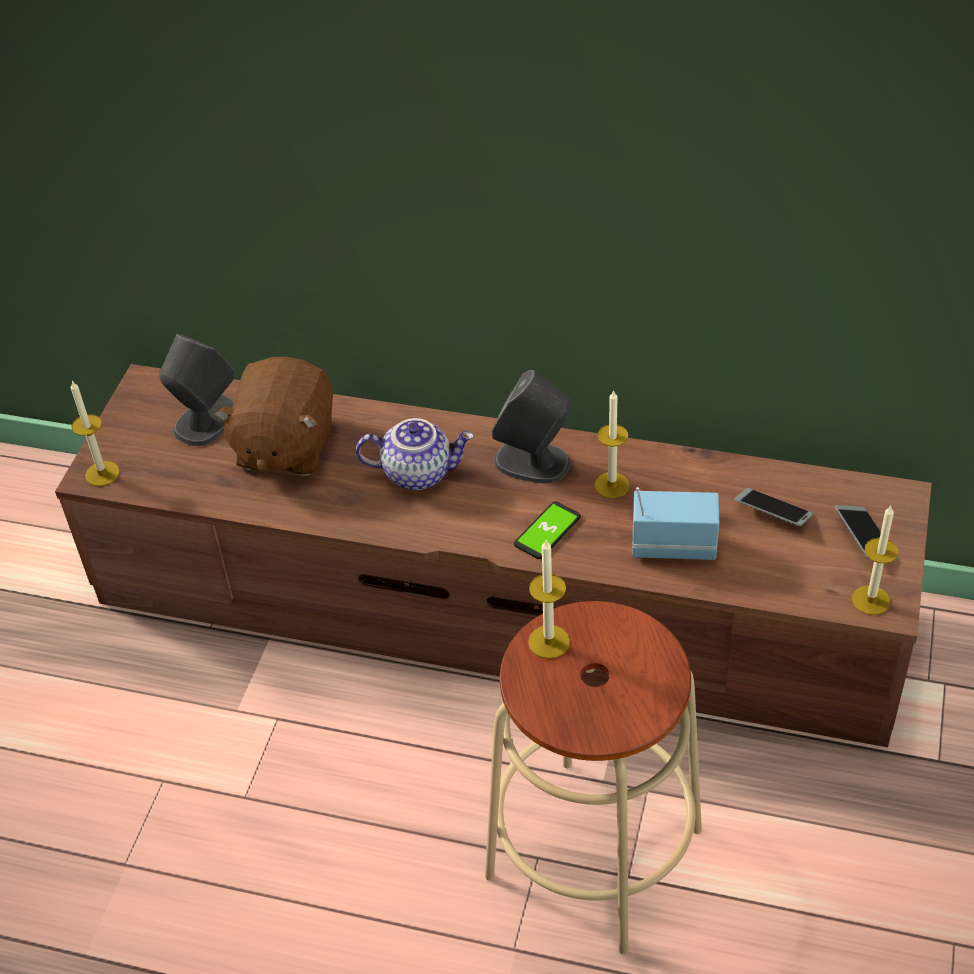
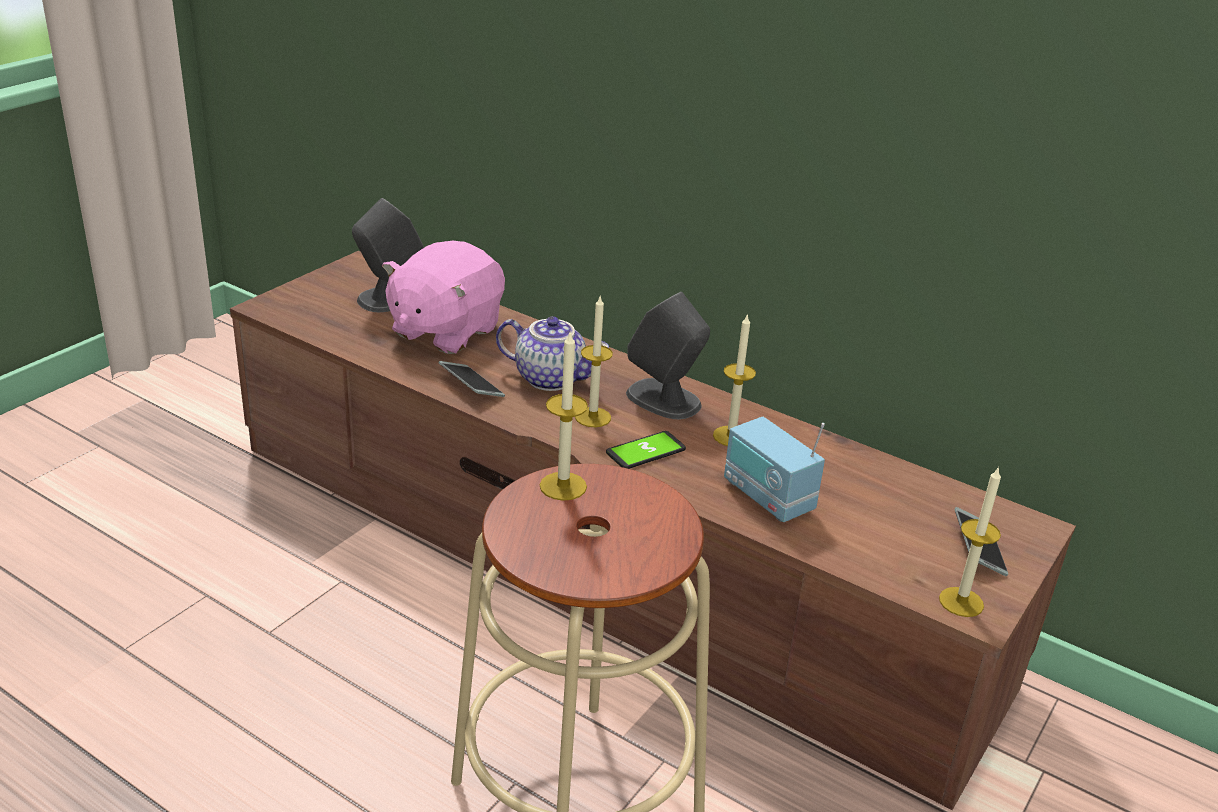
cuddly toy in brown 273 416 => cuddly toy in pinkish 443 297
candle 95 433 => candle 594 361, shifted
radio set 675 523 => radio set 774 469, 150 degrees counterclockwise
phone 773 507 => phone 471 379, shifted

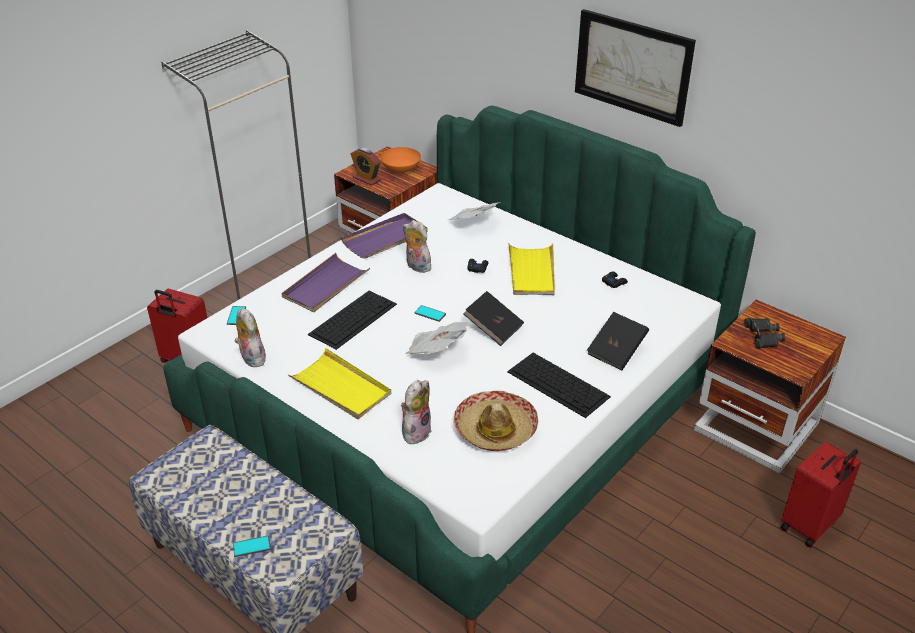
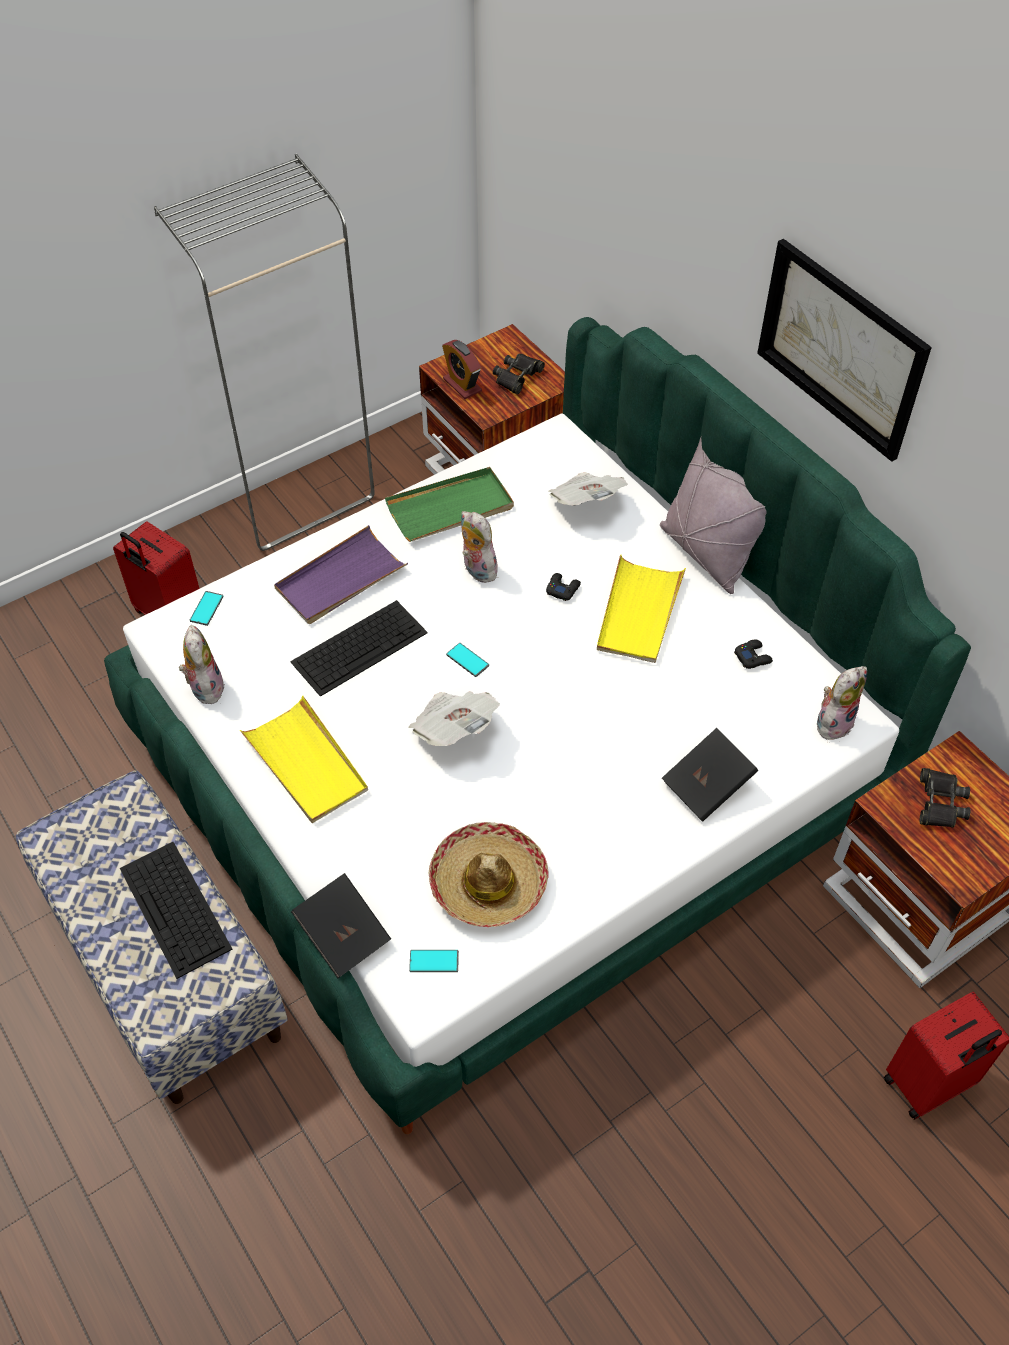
deep dish in orange 400 160 => field glasses in black 519 373
serving tray in purple 384 236 => serving tray in green-coloured 449 504
bound book in black 493 318 => bound book in black 341 925, shifted
keyboard 559 385 => keyboard 176 910, shifted
cuddly toy 416 412 => cuddly toy 842 703, shifted
phone 252 546 => phone 434 961, shifted
nothing => throw pillow in purple 713 515

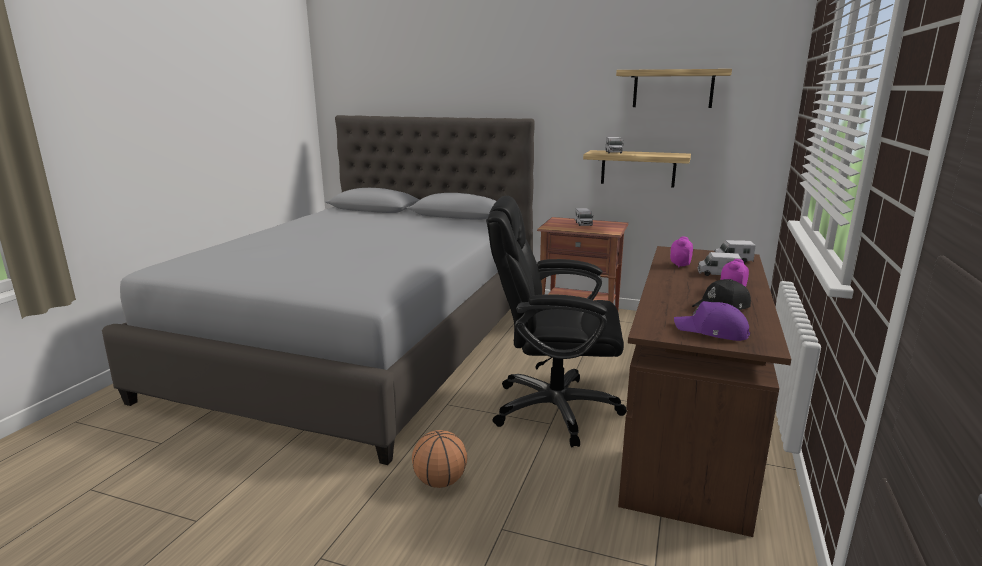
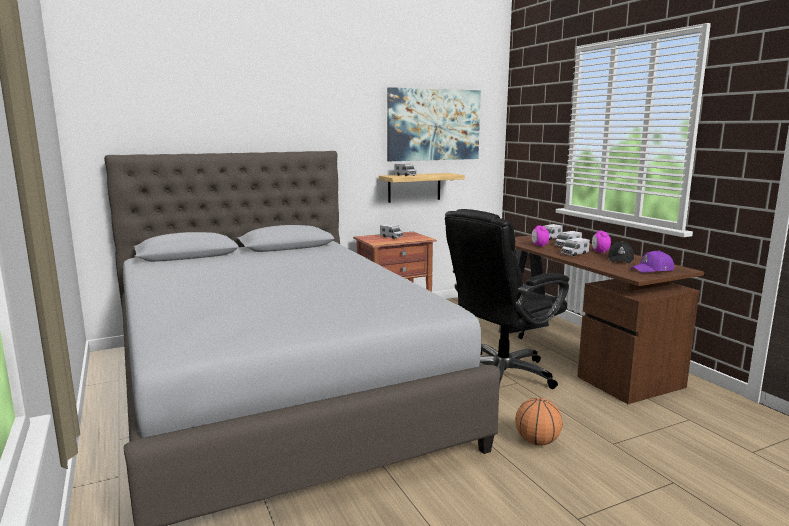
bracket shelf 674 88 => wall picture 434 124
nothing => toy lorry 575 247

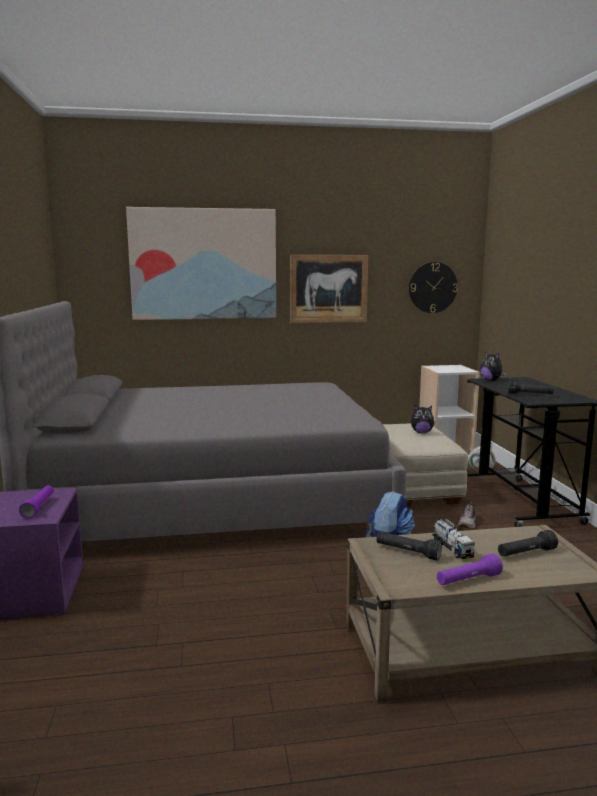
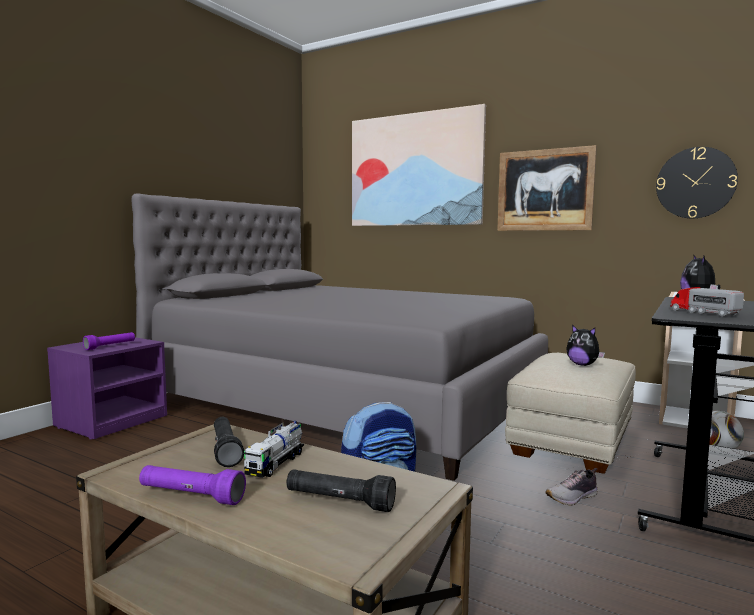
flashlight in black 531 387 => toy lorry 707 302

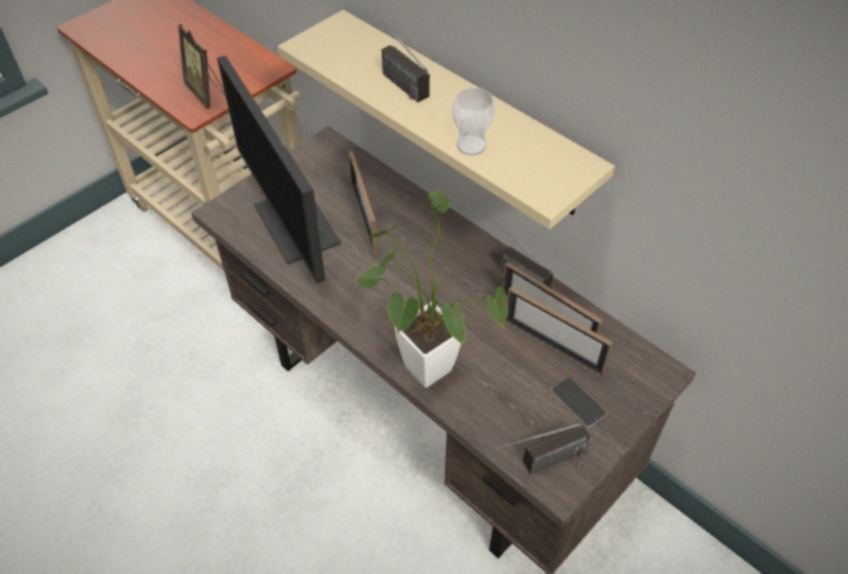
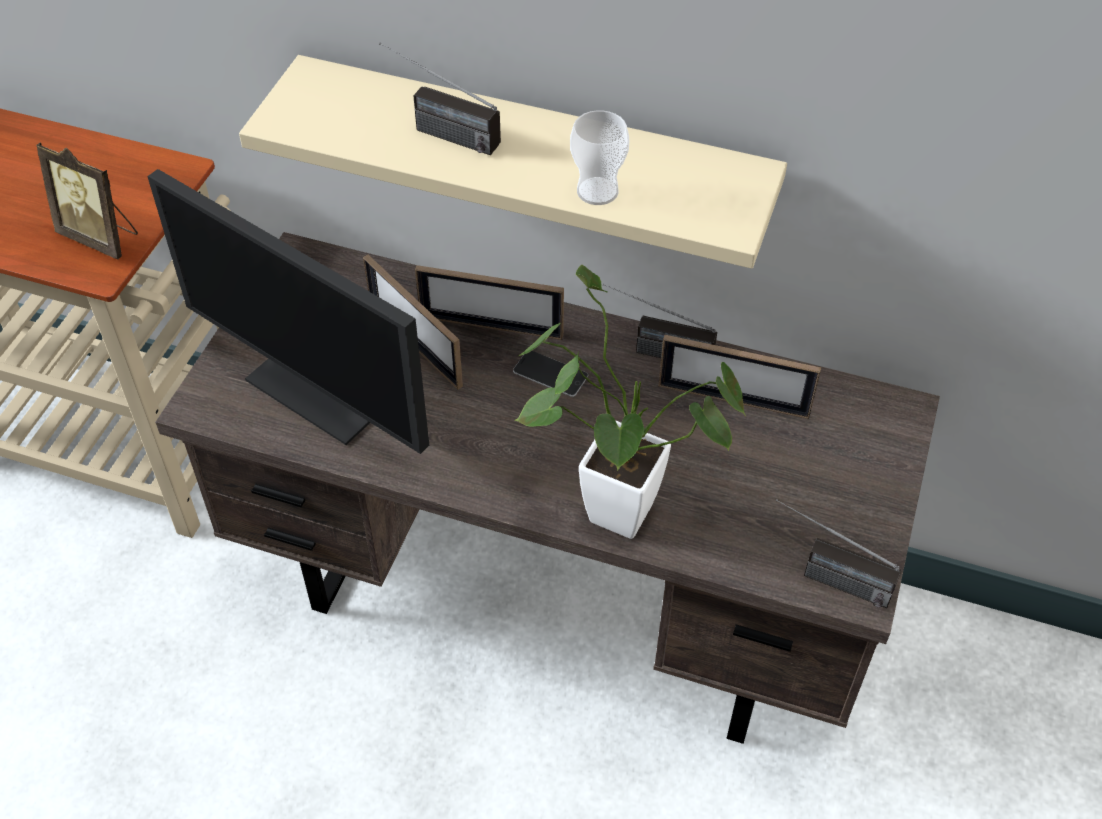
picture frame 559 331 => picture frame 489 302, shifted
phone 579 402 => phone 550 374, shifted
radio set 543 448 => radio set 838 553, 75 degrees clockwise

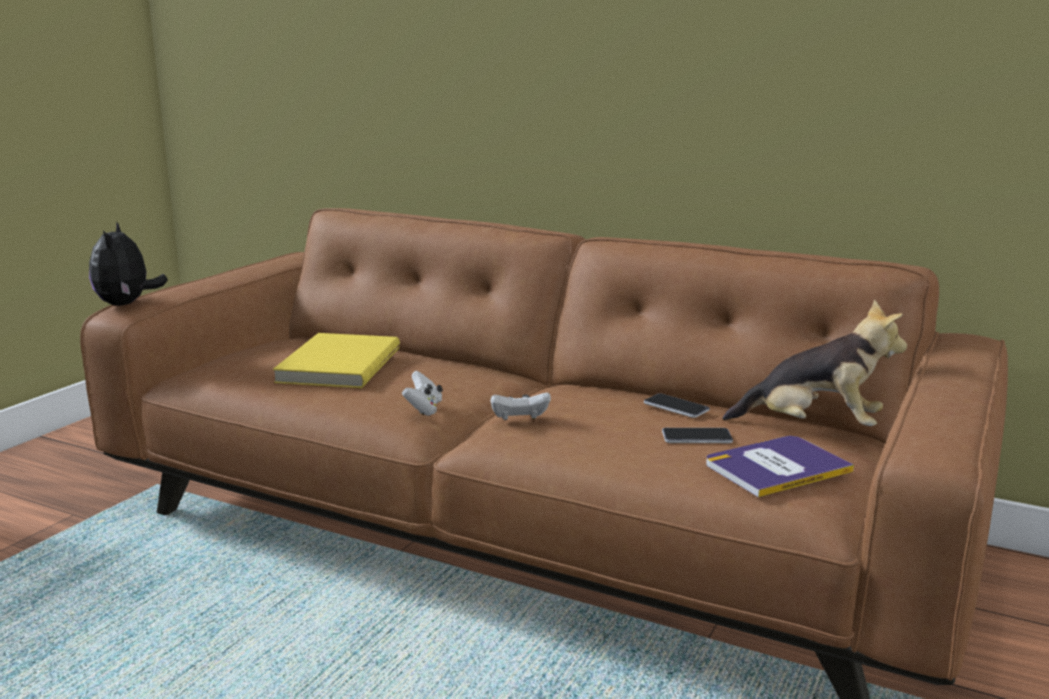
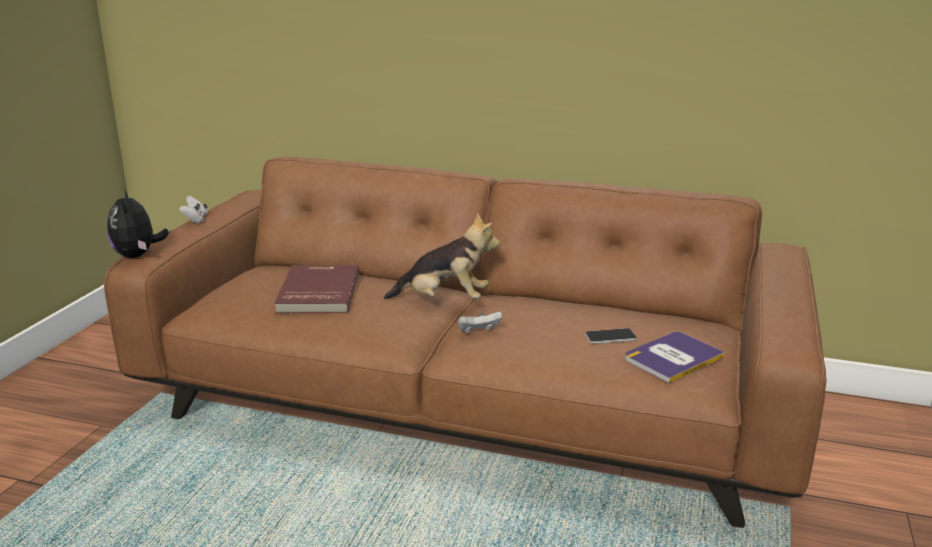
cuddly toy 814 363 => cuddly toy 442 256, shifted
bound book in yellow 336 360 => bound book in reddish 316 289
joypad in whitish 422 393 => joypad in whitish 193 209, shifted
phone 677 405 => nothing

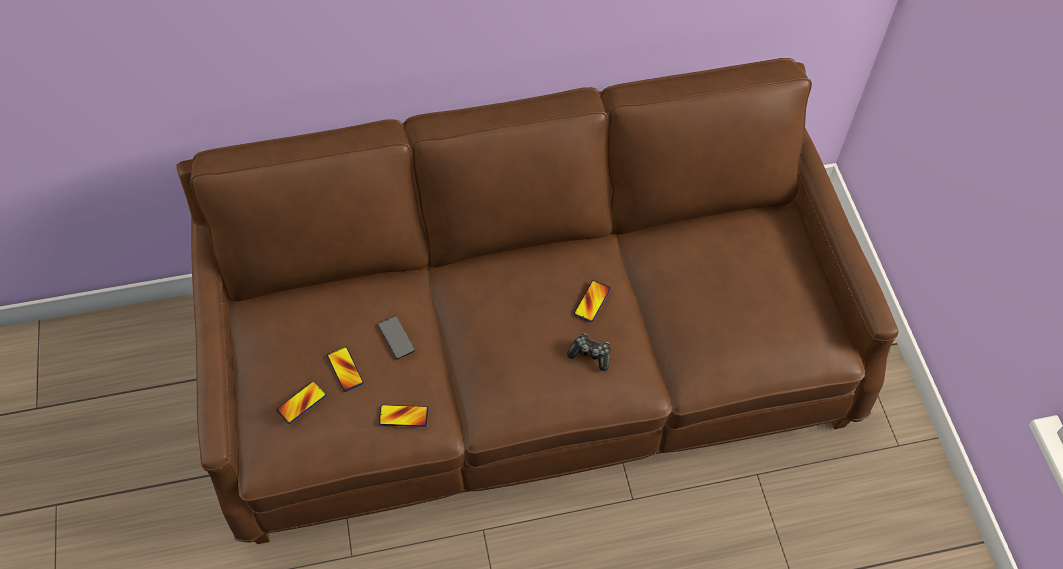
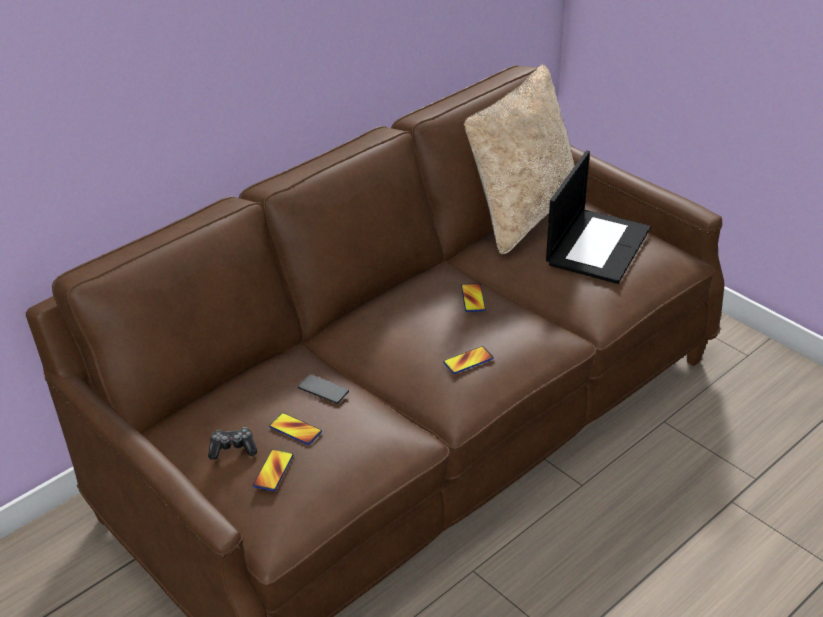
joypad 589 352 => joypad 232 443, shifted
phone 404 416 => phone 468 360, shifted
nothing => throw pillow in beige 519 159
nothing => laptop 598 217

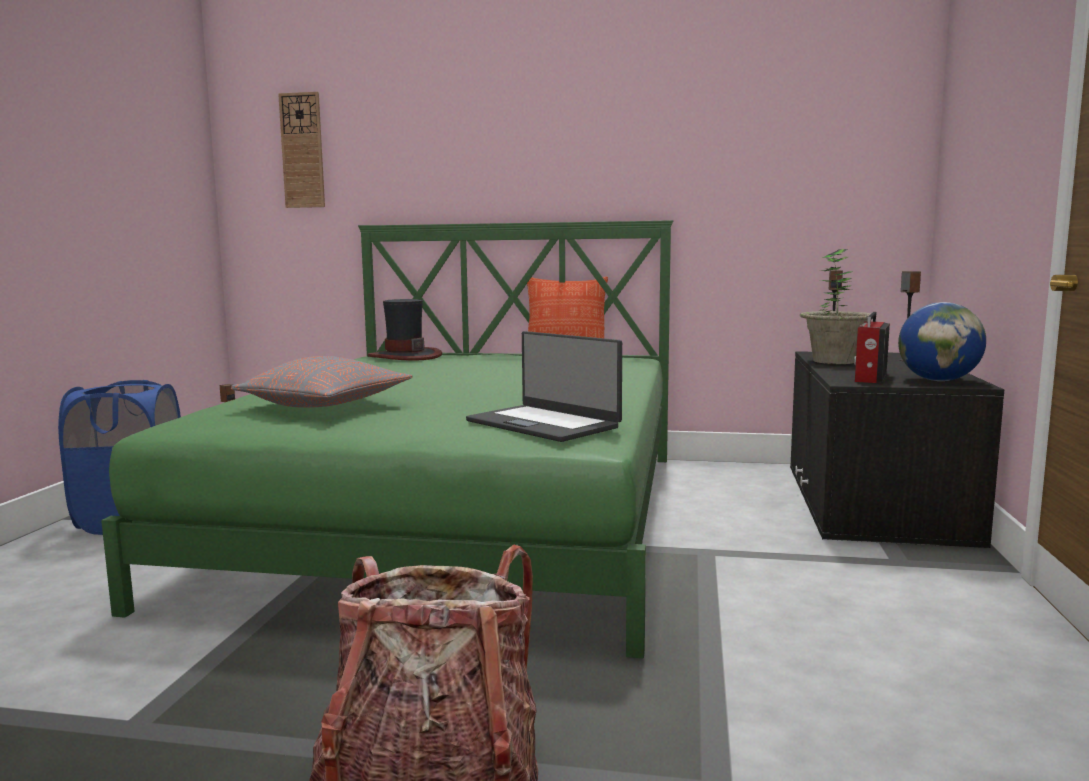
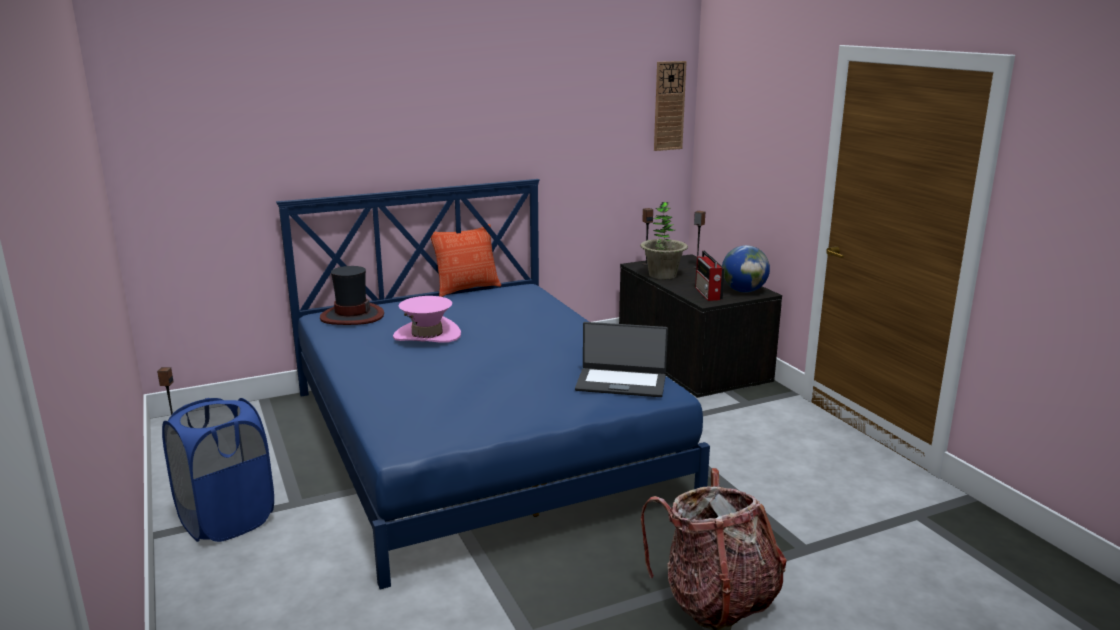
wall clock 301 150 => wall clock 670 106, shifted
sleeping bed in green-coloured 387 439 => sleeping bed in blue-coloured 493 384
throw pillow in greyish 322 382 => nothing
nothing => clothing hat in pinkish 427 319

